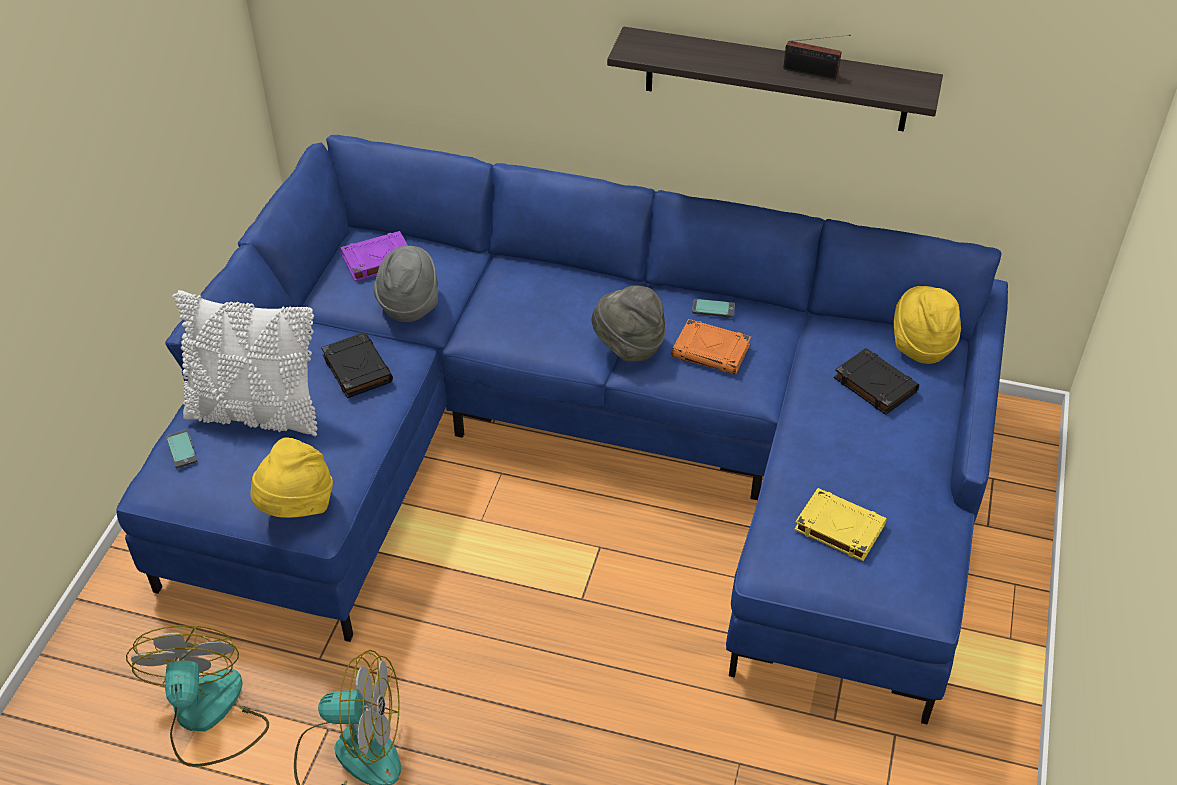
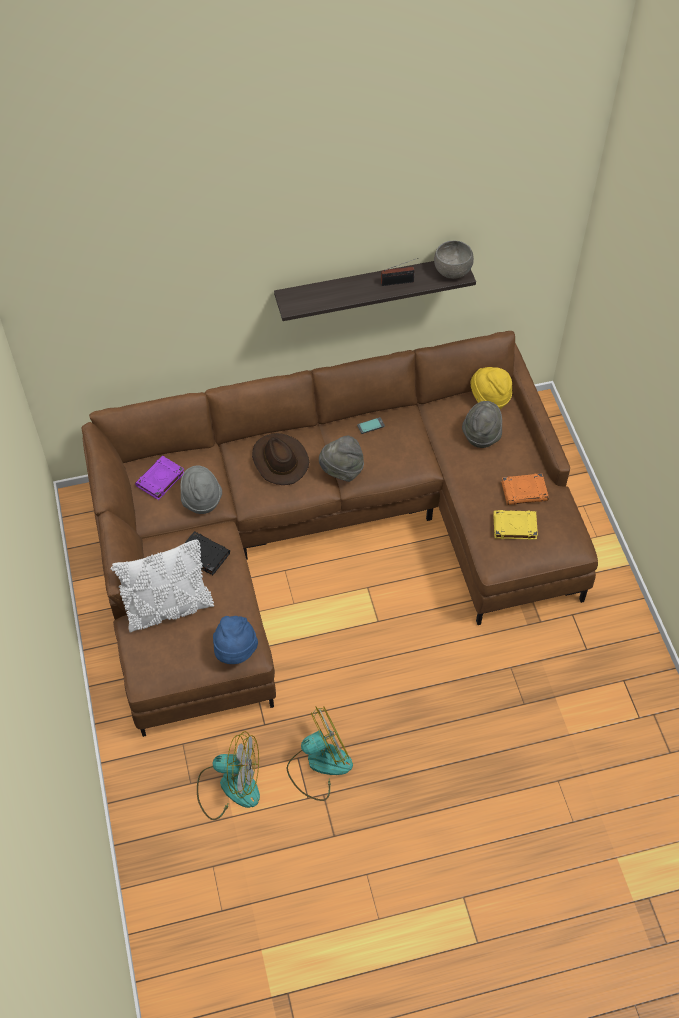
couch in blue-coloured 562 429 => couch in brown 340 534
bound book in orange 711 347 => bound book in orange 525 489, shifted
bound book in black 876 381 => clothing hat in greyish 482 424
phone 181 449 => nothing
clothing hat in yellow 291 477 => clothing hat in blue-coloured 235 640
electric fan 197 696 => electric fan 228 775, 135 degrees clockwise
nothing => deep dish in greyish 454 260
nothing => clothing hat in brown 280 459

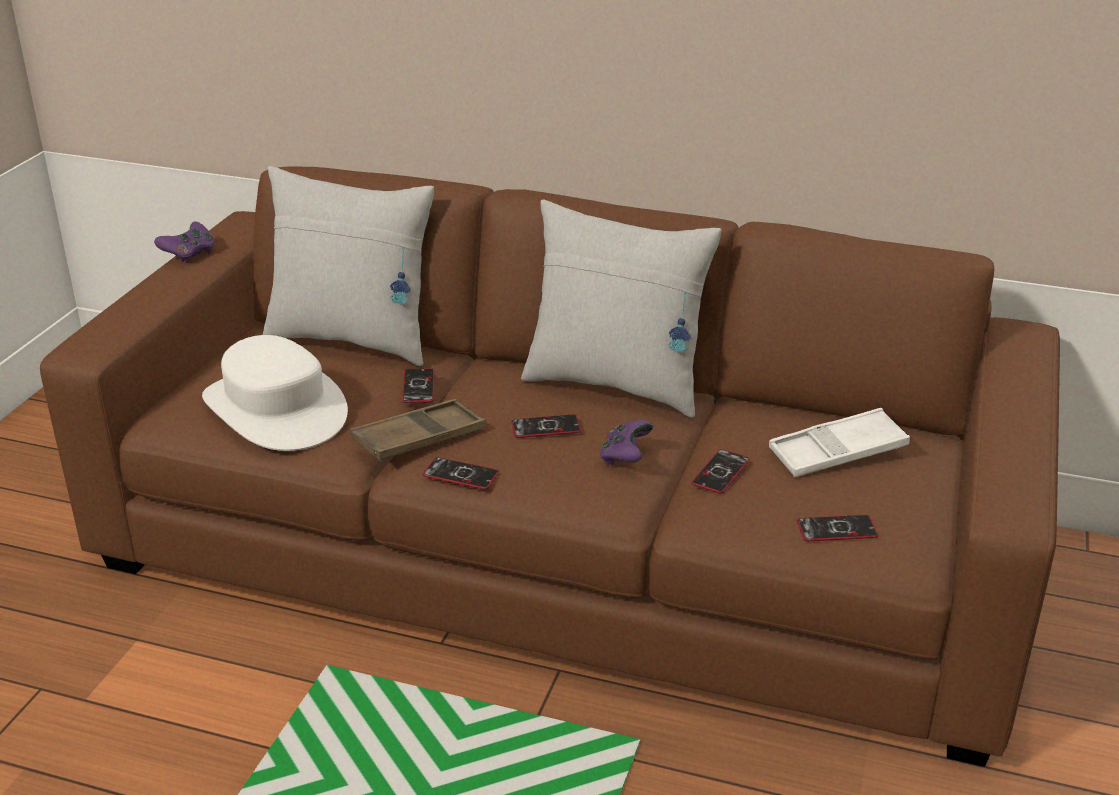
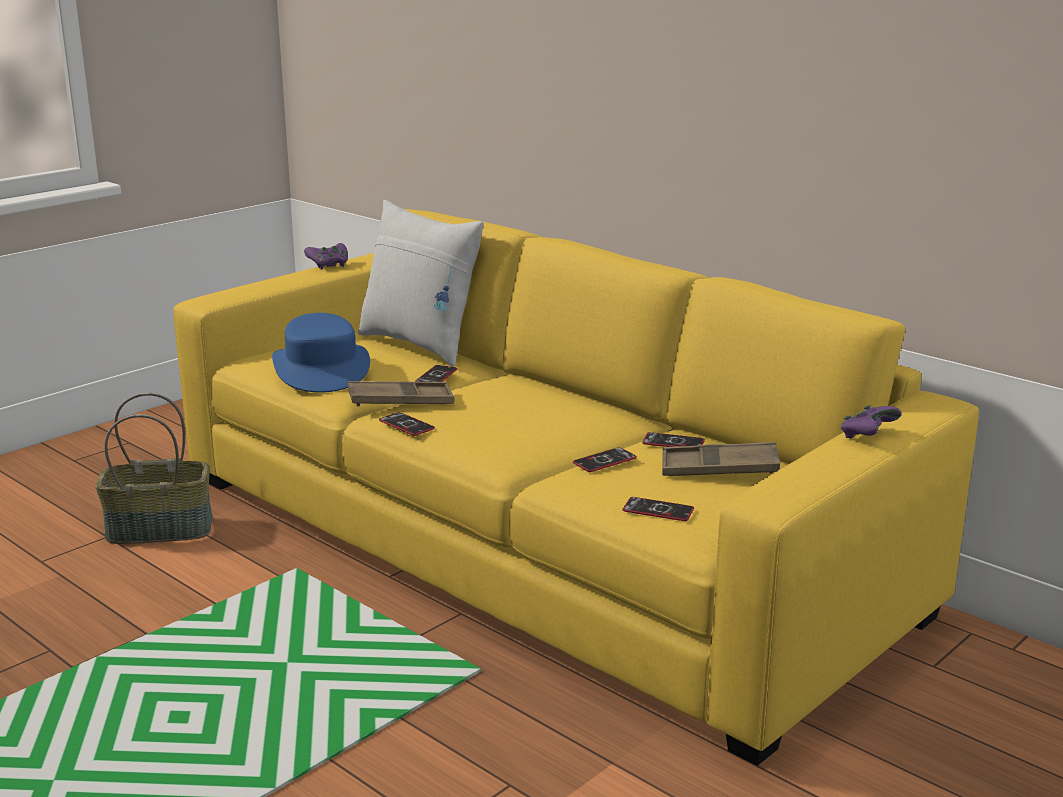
couch in brown 550 466 => couch in yellow 576 487
throw pillow in greyish 621 309 => nothing
clothing hat in whitish 275 393 => clothing hat in blue-coloured 321 353
serving tray in whitish 839 442 => serving tray in brown 721 459
phone 546 426 => phone 674 439, shifted
joypad in purple 626 442 => joypad in purple 871 422, shifted
nothing => household basket 154 468

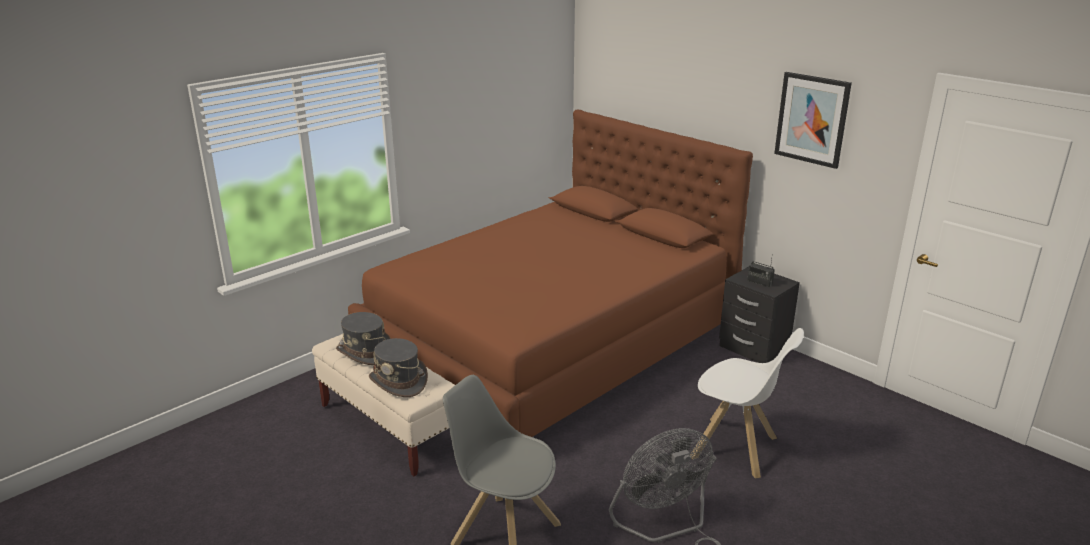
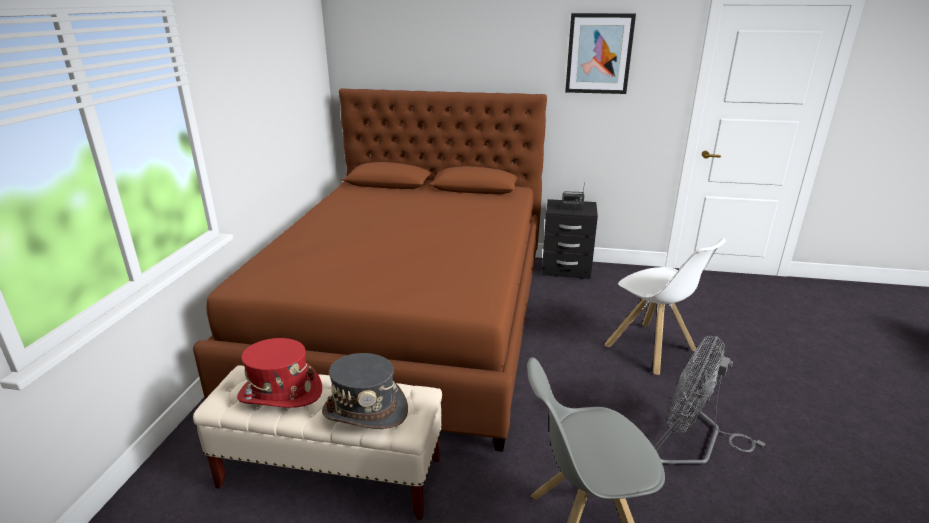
clothing hat in greyish 363 338 => clothing hat in reddish 279 373
chair in whitish 747 403 => chair in whitish 664 306, 60 degrees clockwise

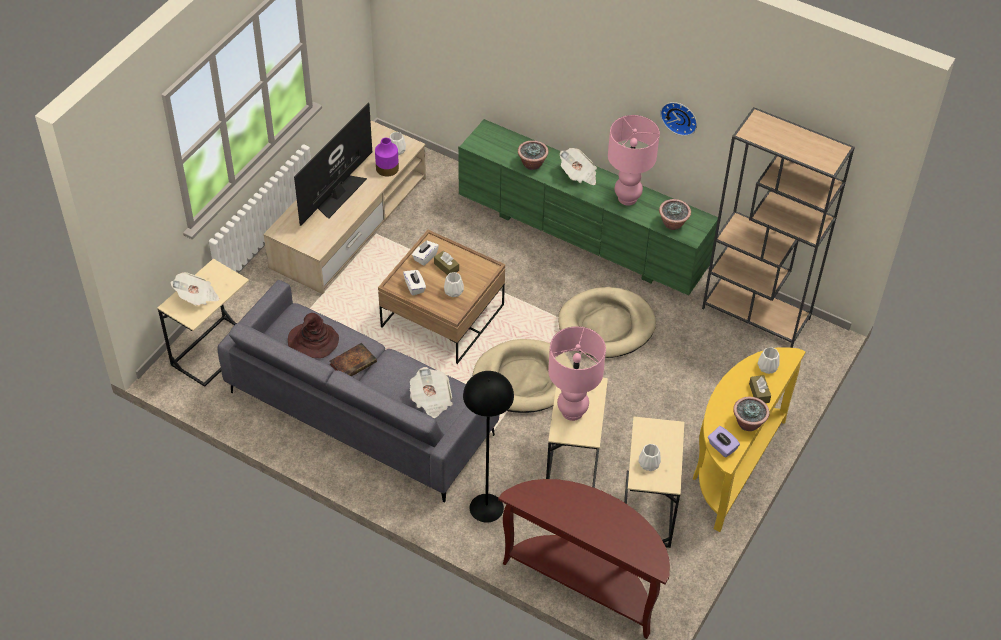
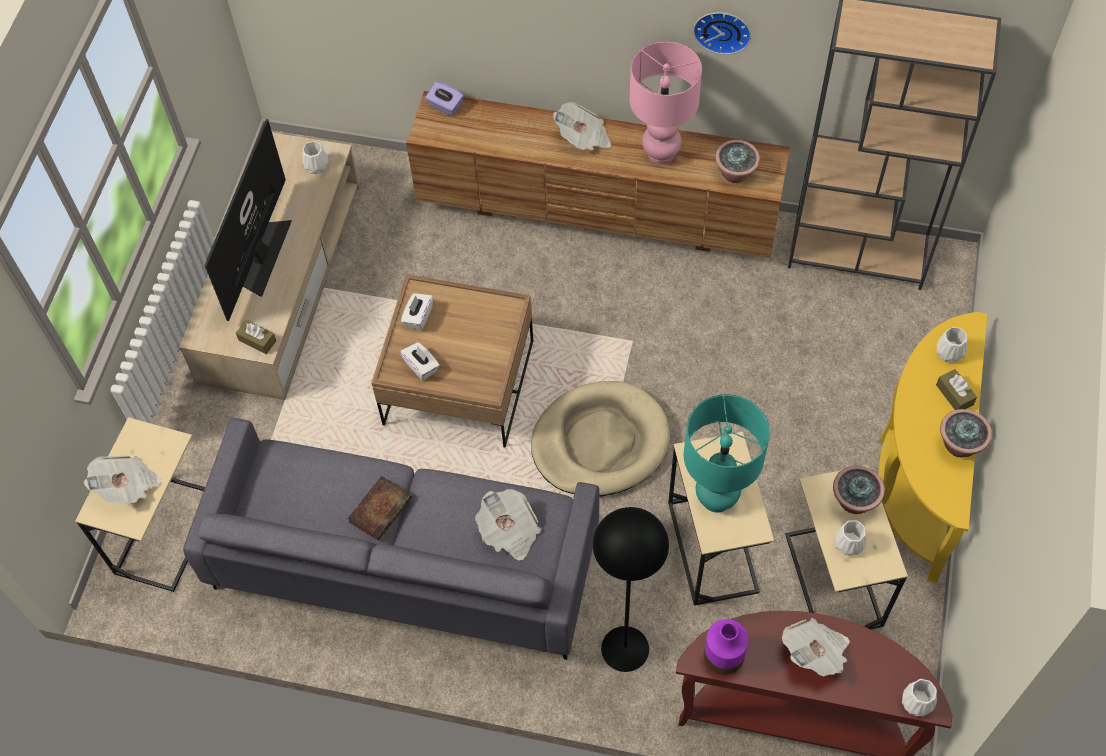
cupboard in green-coloured 588 207 => cupboard in brown 598 174
vase in purple 387 157 => vase in purple 726 647, shifted
houseplant 533 155 => houseplant 859 490, shifted
box of tissues in brown 446 263 => box of tissues in brown 256 337, shifted
vase in whitish 454 284 => vase in whitish 919 698, shifted
pet bed in beige 607 322 => nothing
clothing hat in brown 313 335 => nothing
table lamp in pinkish 577 373 => table lamp in blue-green 727 453
box of tissues in purple 724 442 => box of tissues in purple 445 99, shifted
nothing => daily paper 816 647

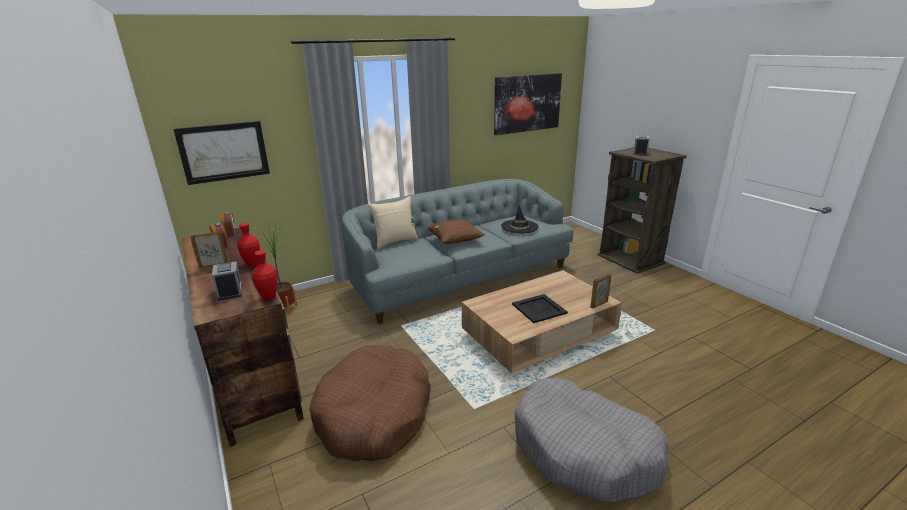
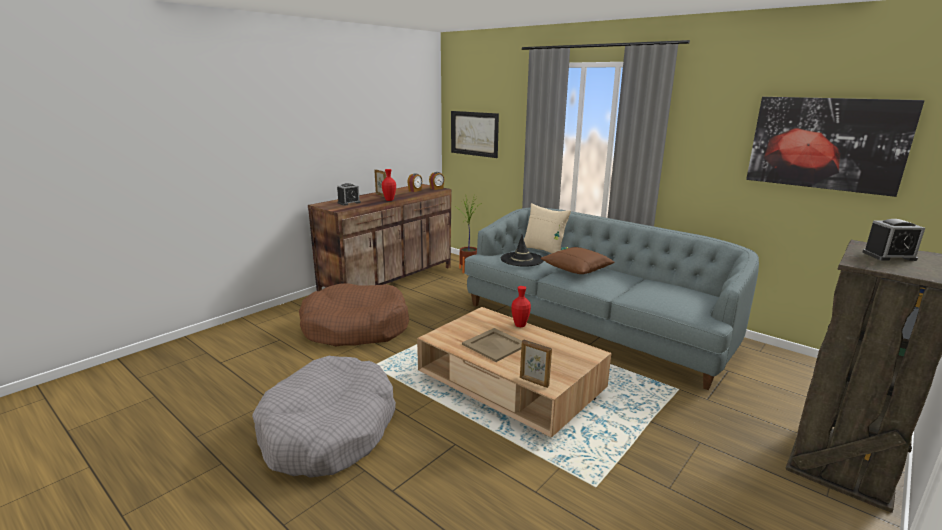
clothing hat in black 520 219 => clothing hat in black 522 251, shifted
vase in reddish 265 275 => vase in reddish 521 306, shifted
serving tray in black 540 308 => serving tray in beige 492 345

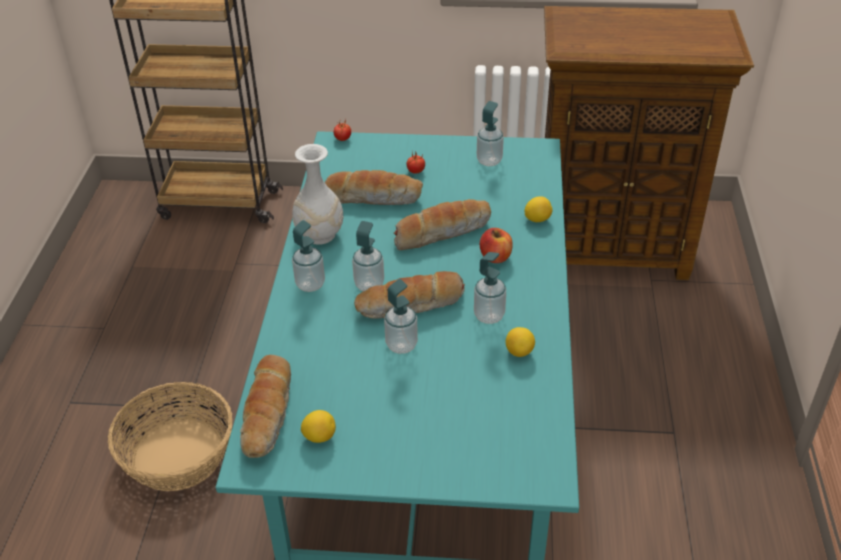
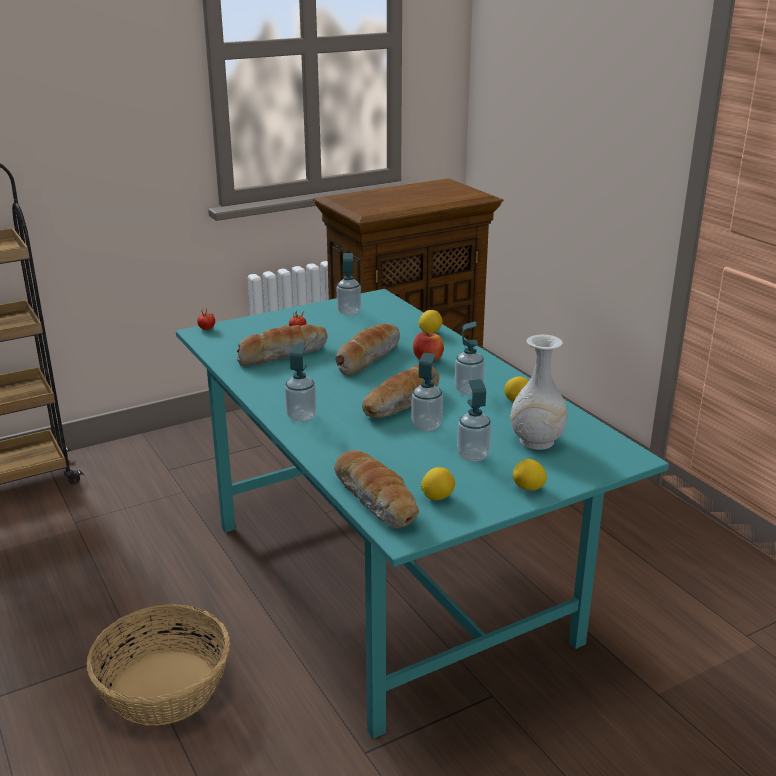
vase in whitish 318 194 => vase in whitish 539 392, shifted
soap bottle 368 256 => soap bottle 474 420, shifted
nothing => lemon 530 475

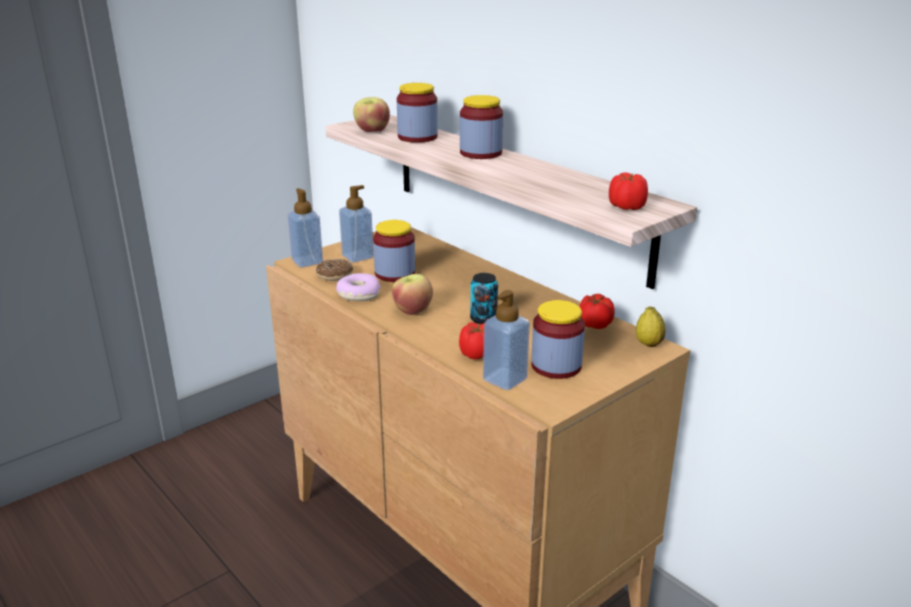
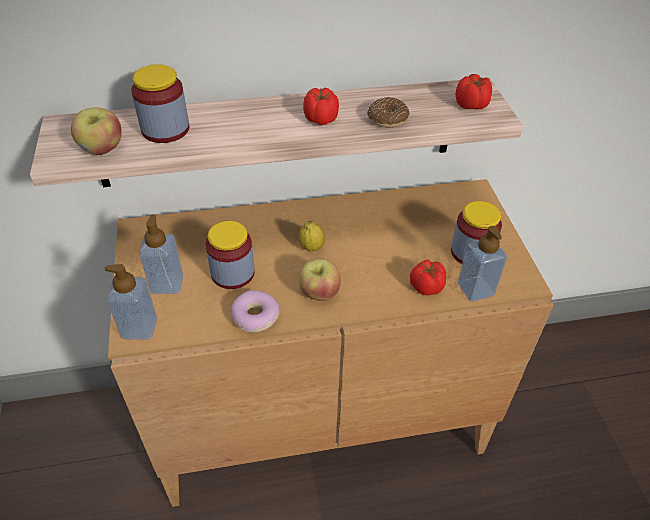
jar 481 127 => nothing
donut 334 270 => donut 388 112, shifted
metal can 484 298 => nothing
whole tomato 597 311 => whole tomato 321 106, shifted
lemon 651 327 => lemon 312 235, shifted

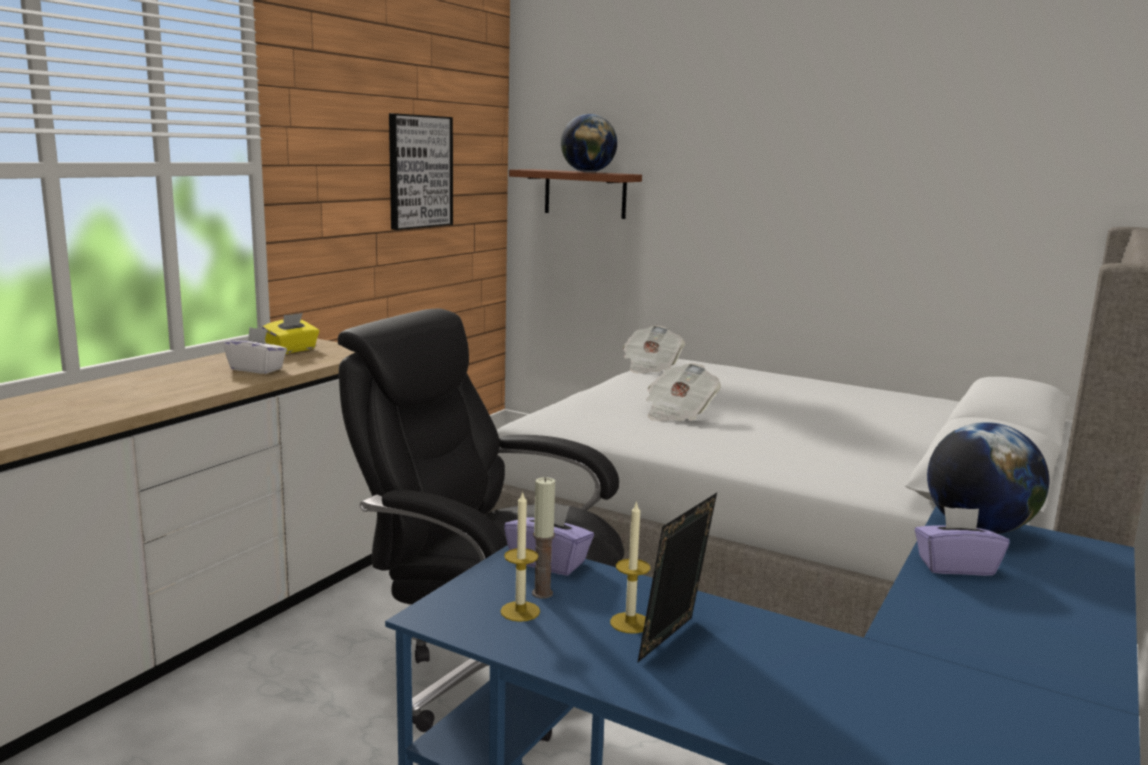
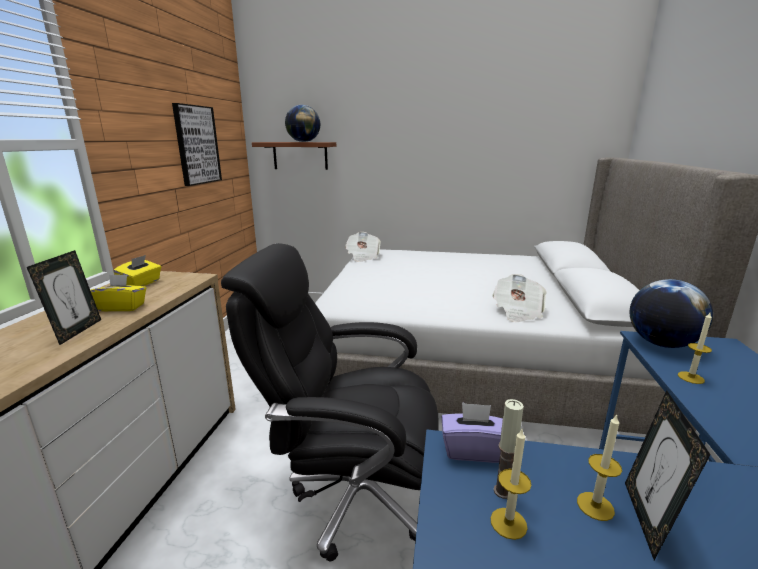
box of tissues in whitish 255 350 => box of tissues in yellow 118 292
daily paper 683 392 => daily paper 519 298, shifted
box of tissues in purple 962 541 => candle 695 348
nothing => picture frame 64 297

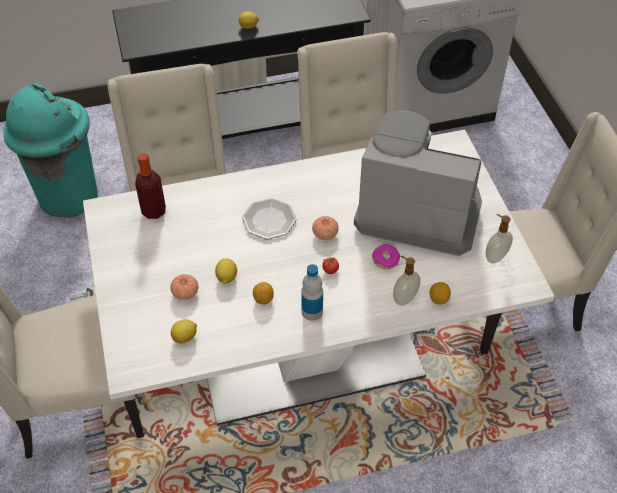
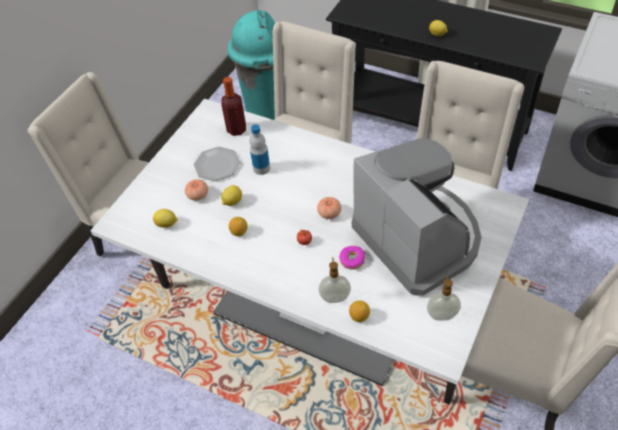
dinner plate 269 218 => dinner plate 217 164, shifted
drink bottle 312 292 => drink bottle 259 149, shifted

